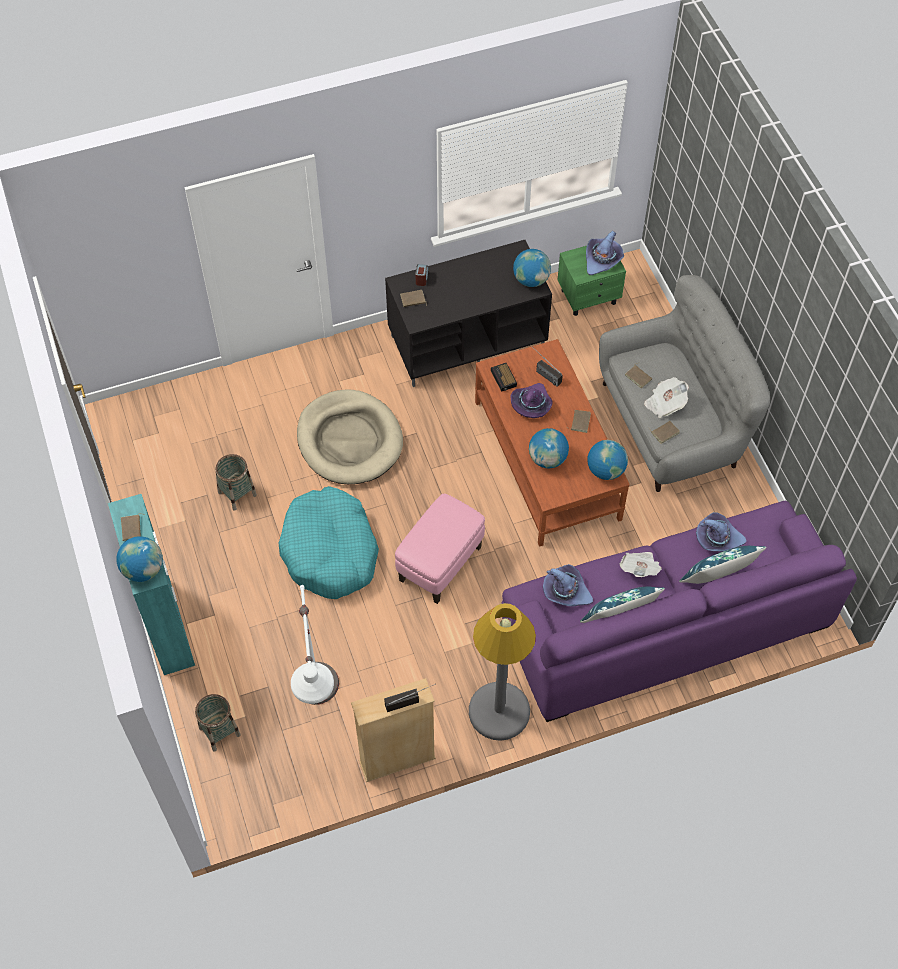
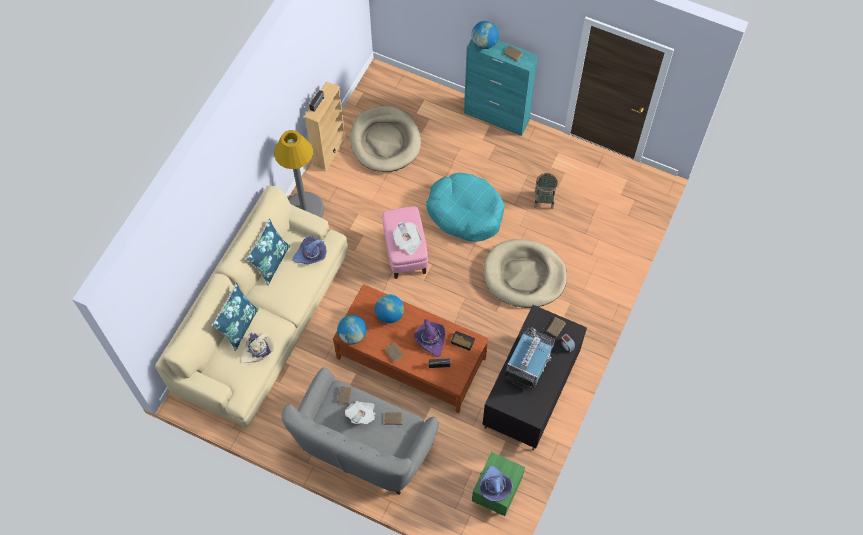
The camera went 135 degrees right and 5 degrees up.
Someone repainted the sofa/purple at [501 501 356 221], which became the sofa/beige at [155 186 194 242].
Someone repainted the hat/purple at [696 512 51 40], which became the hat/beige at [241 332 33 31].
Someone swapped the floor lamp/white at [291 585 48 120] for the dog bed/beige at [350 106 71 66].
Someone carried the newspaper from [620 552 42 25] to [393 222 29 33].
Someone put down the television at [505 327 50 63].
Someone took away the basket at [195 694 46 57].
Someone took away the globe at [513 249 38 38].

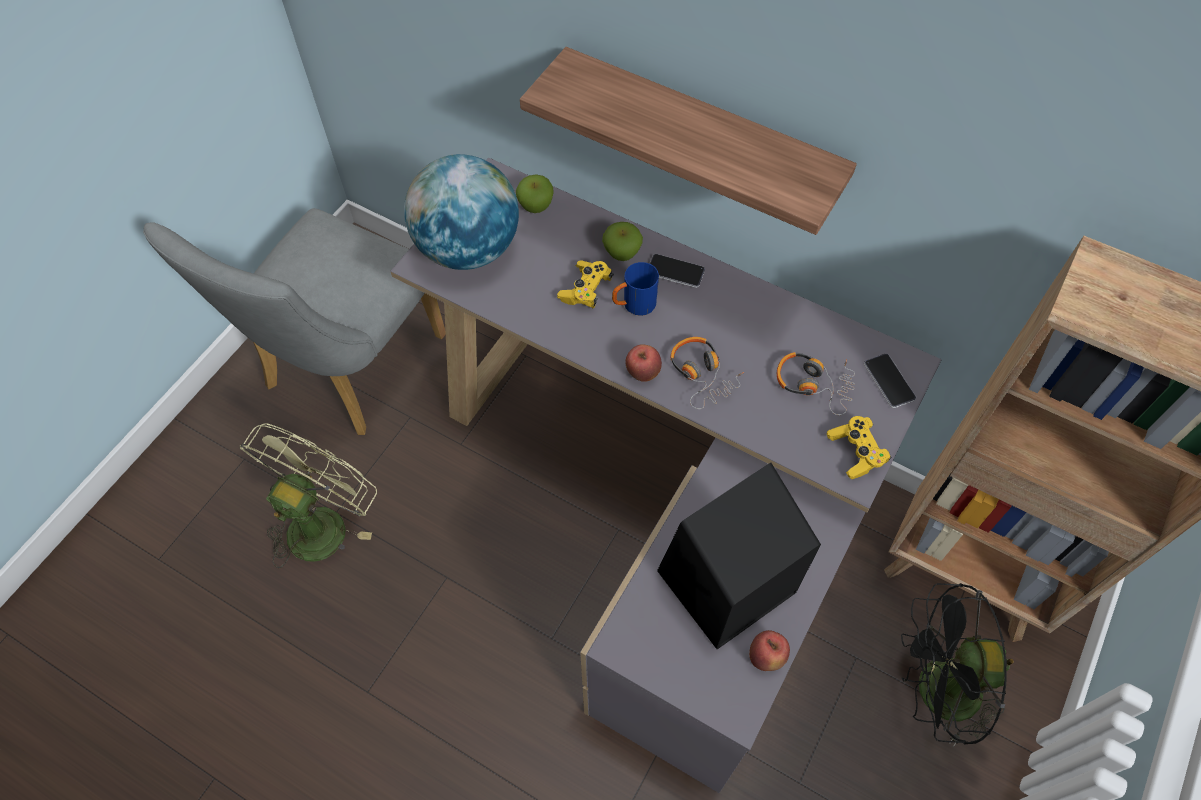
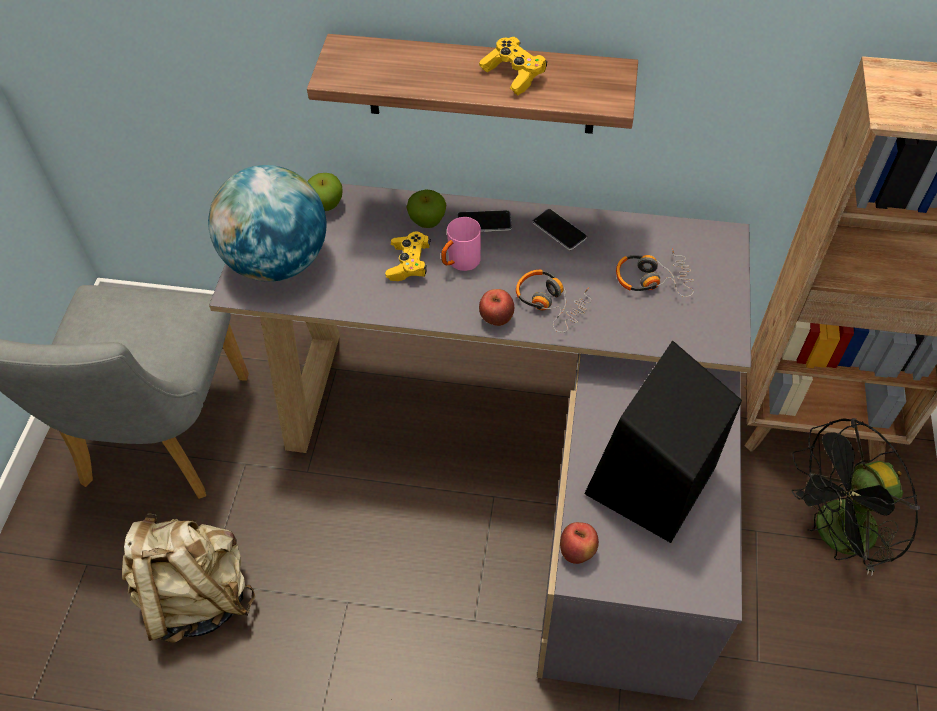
The camera went 20 degrees left and 5 degrees down.
Someone swapped the fan/green at [240 423 137 145] for the backpack/beige at [122 513 134 130].
Someone repainted the mug/blue at [612 262 47 54], which became the mug/pink at [441 217 40 54].
Someone carried the game controller/yellow from [827 416 64 63] to [479 37 68 58].
Someone carried the phone from [864 354 52 54] to [532 209 55 41].
Someone carried the apple from [749 630 41 41] to [560 522 39 42].

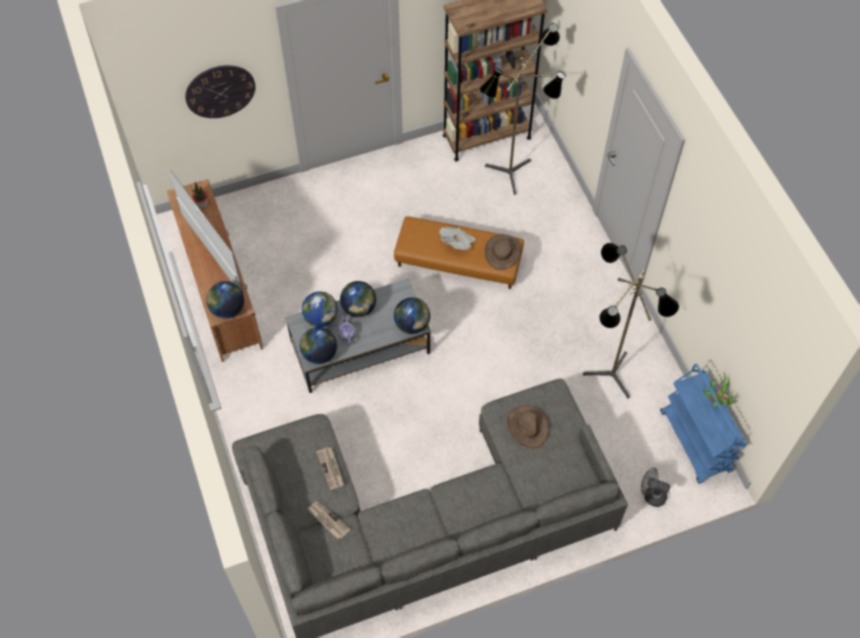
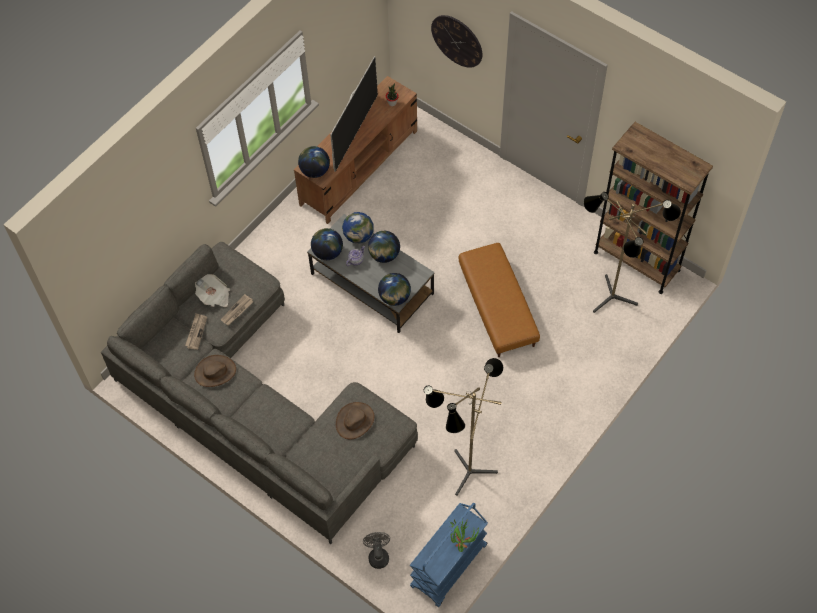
The camera went 60 degrees right and 0 degrees up.
Someone carried the hat/brown from [485 234 36 36] to [194 355 42 32].
Someone carried the newspaper from [439 227 37 23] to [195 274 35 33].

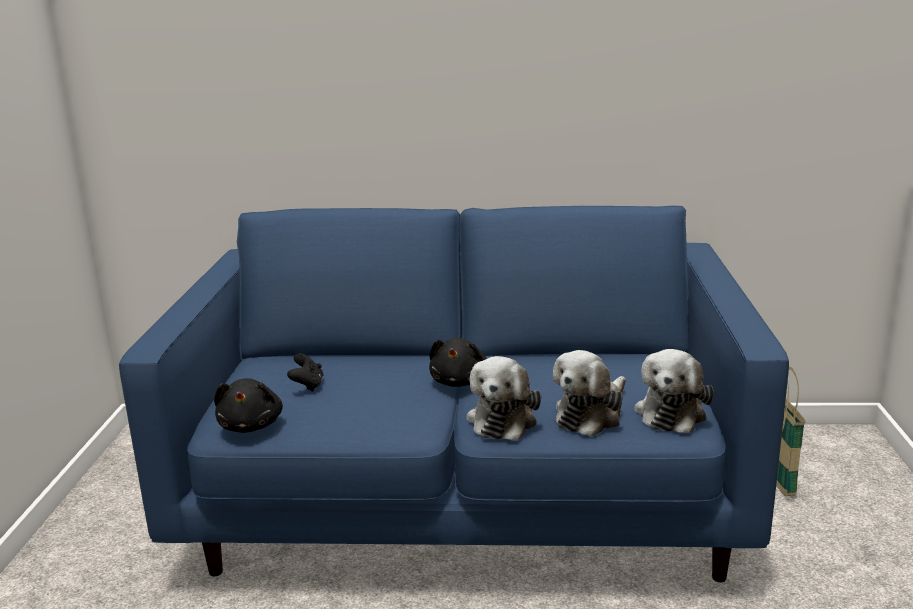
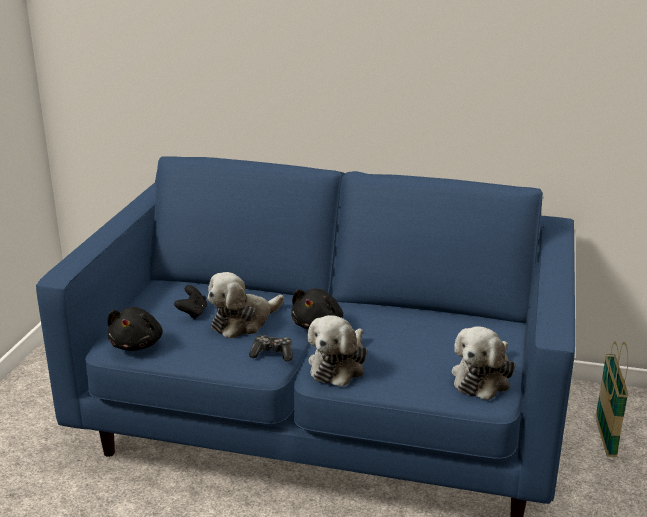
The camera went 10 degrees right and 5 degrees up.
Someone carried the plush toy from [553 350 73 87] to [208 272 76 67].
Someone put down the game controller at [249 335 44 26].

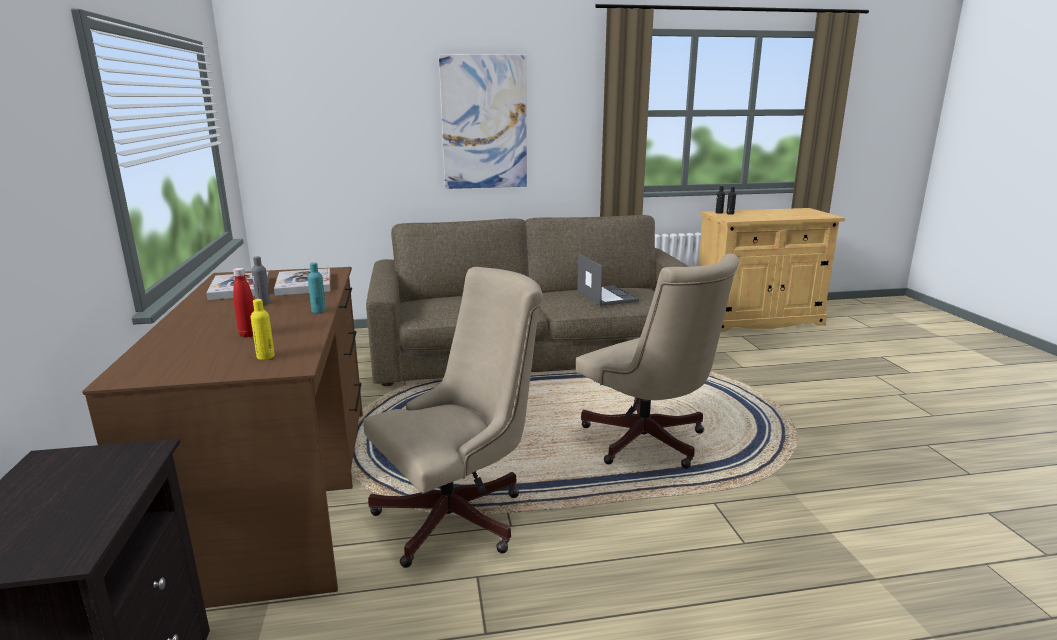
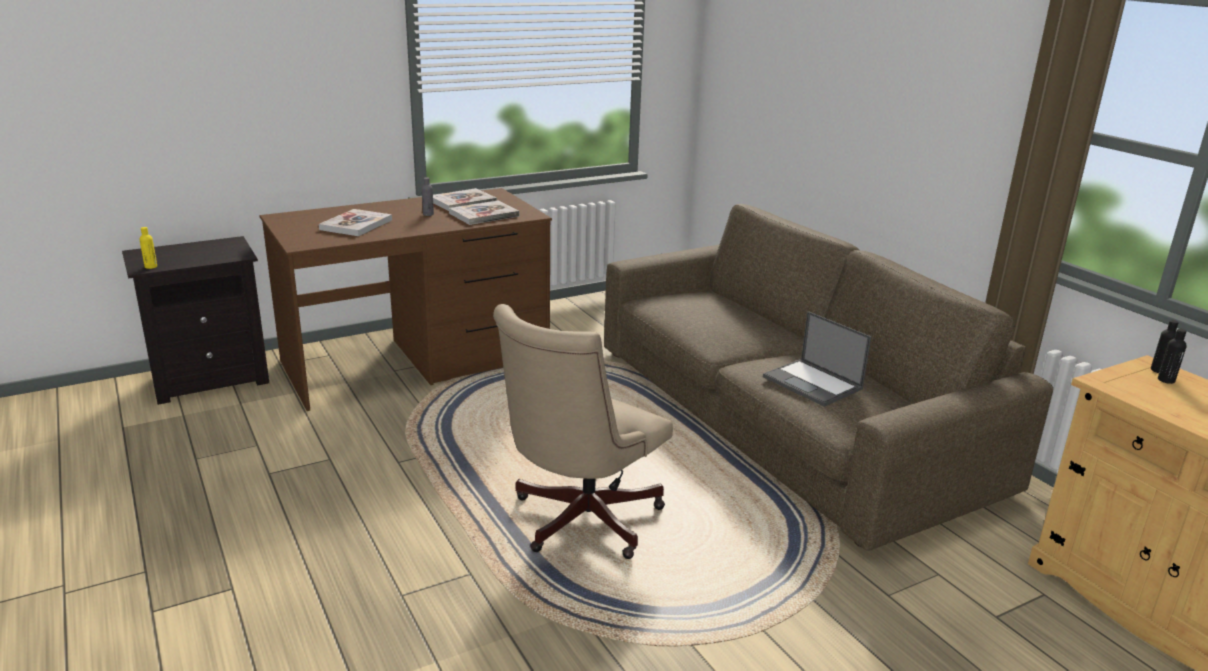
The camera went 70 degrees right and 5 degrees up.
Someone carried the bottle/yellow from [251 299 24 61] to [139 227 18 42].
Someone swapped the bottle/red at [233 268 21 69] for the book at [319 209 73 27].
Someone rotated the laptop at [577 253 62 53] by 90 degrees clockwise.
Someone took away the bottle/turquoise at [308 263 18 50].
Someone took away the office chair/beige at [363 267 180 301].
Someone took away the picture at [439 54 88 135].

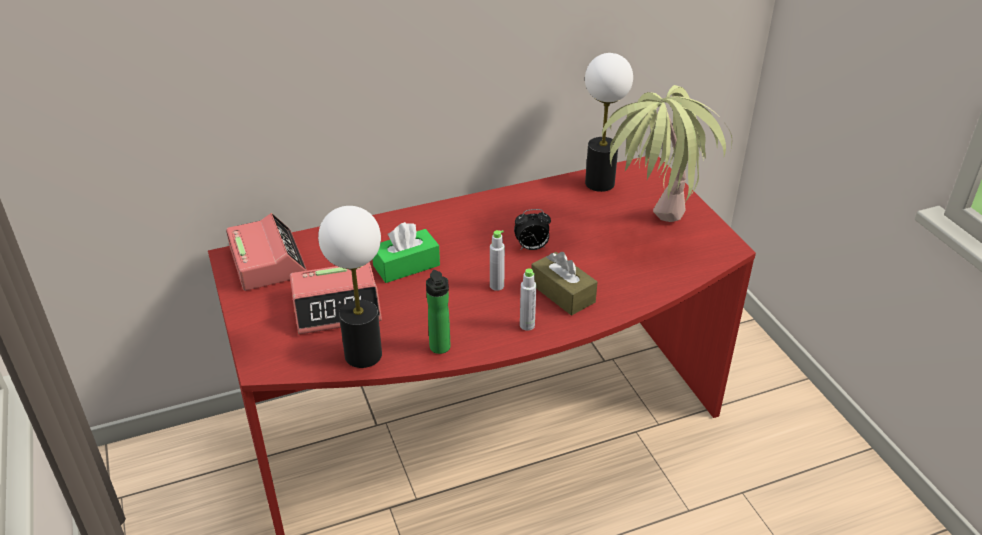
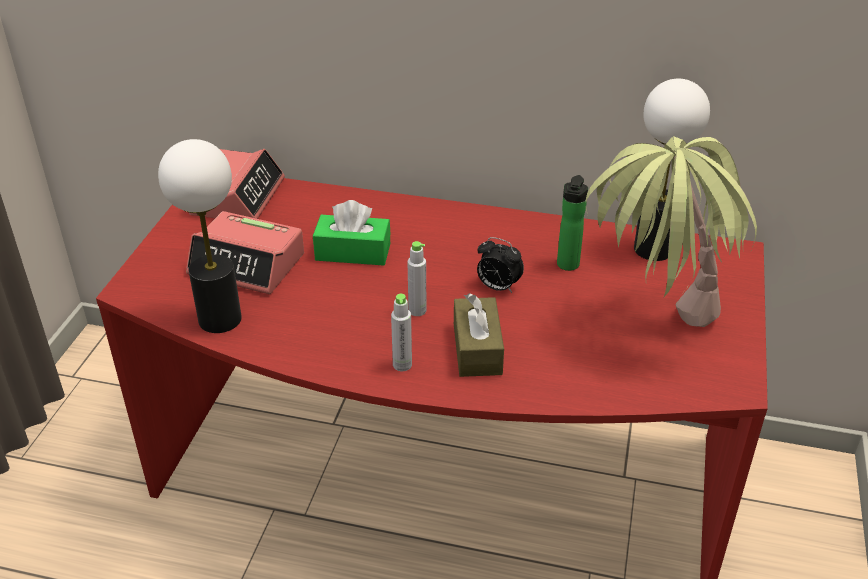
The camera went 35 degrees right and 0 degrees up.
Someone carried the bottle from [426 270 25 84] to [557 175 31 96].

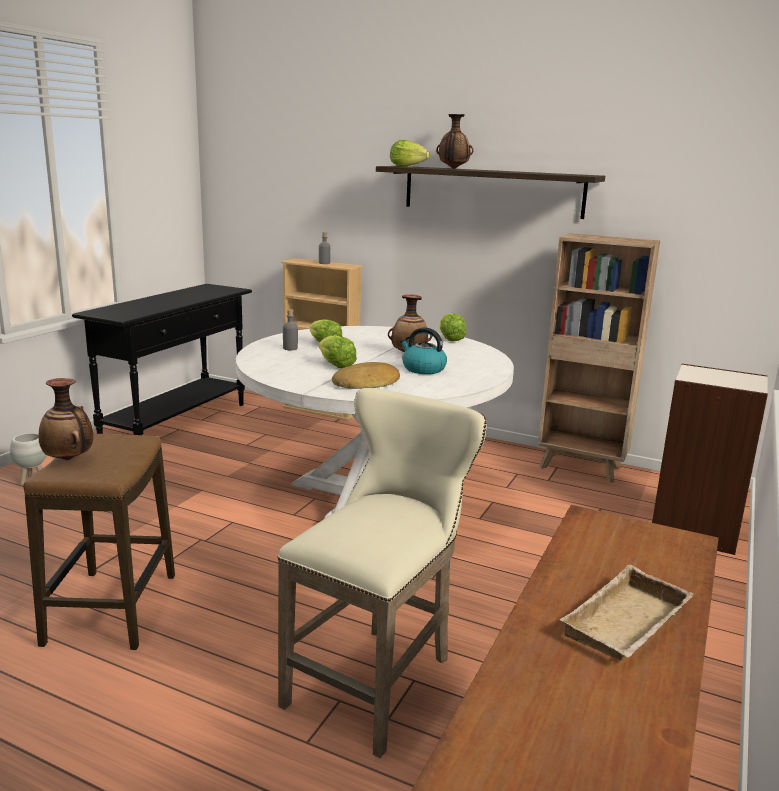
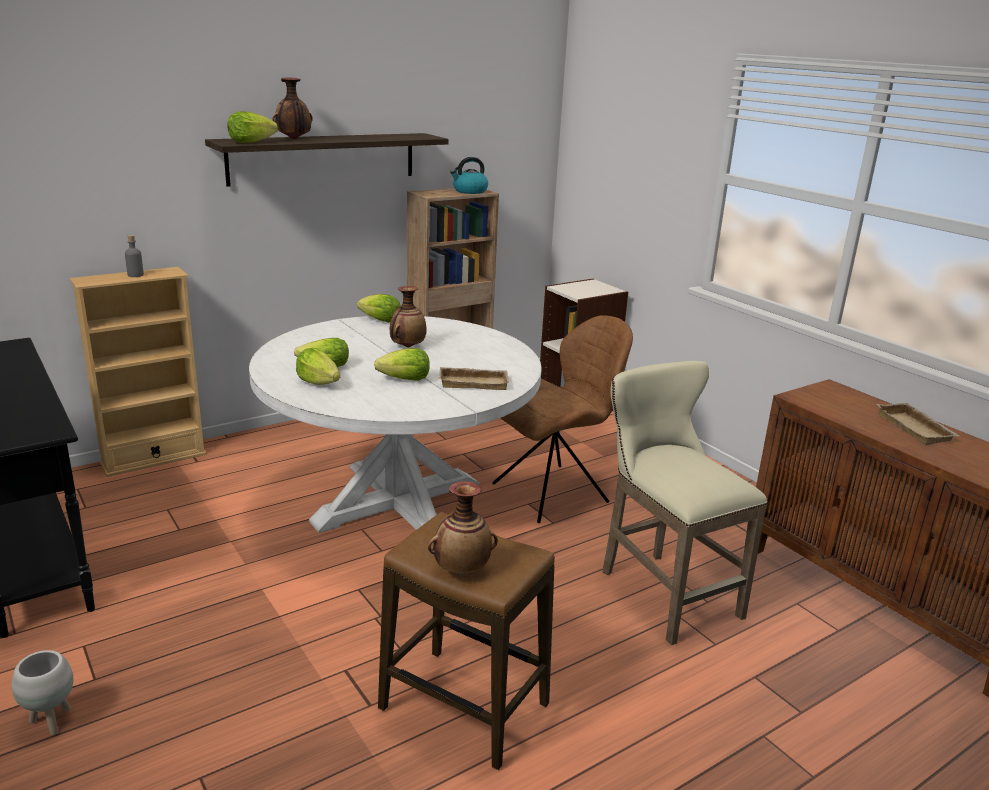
The camera went 60 degrees left and 5 degrees up.
Someone swapped the bottle/grey at [283 309 15 41] for the lettuce at [296 348 44 37].
Someone swapped the bread at [332 362 68 27] for the tray/beige at [439 367 70 23].
Someone carried the kettle from [400 327 47 47] to [450 157 38 37].
Someone put down the chair/brown at [492 315 141 208].

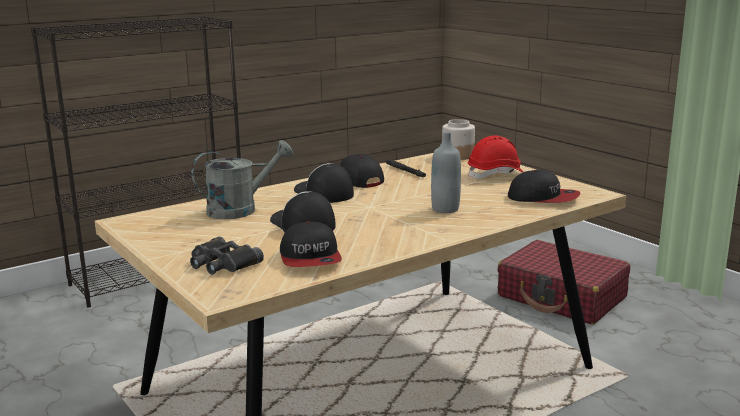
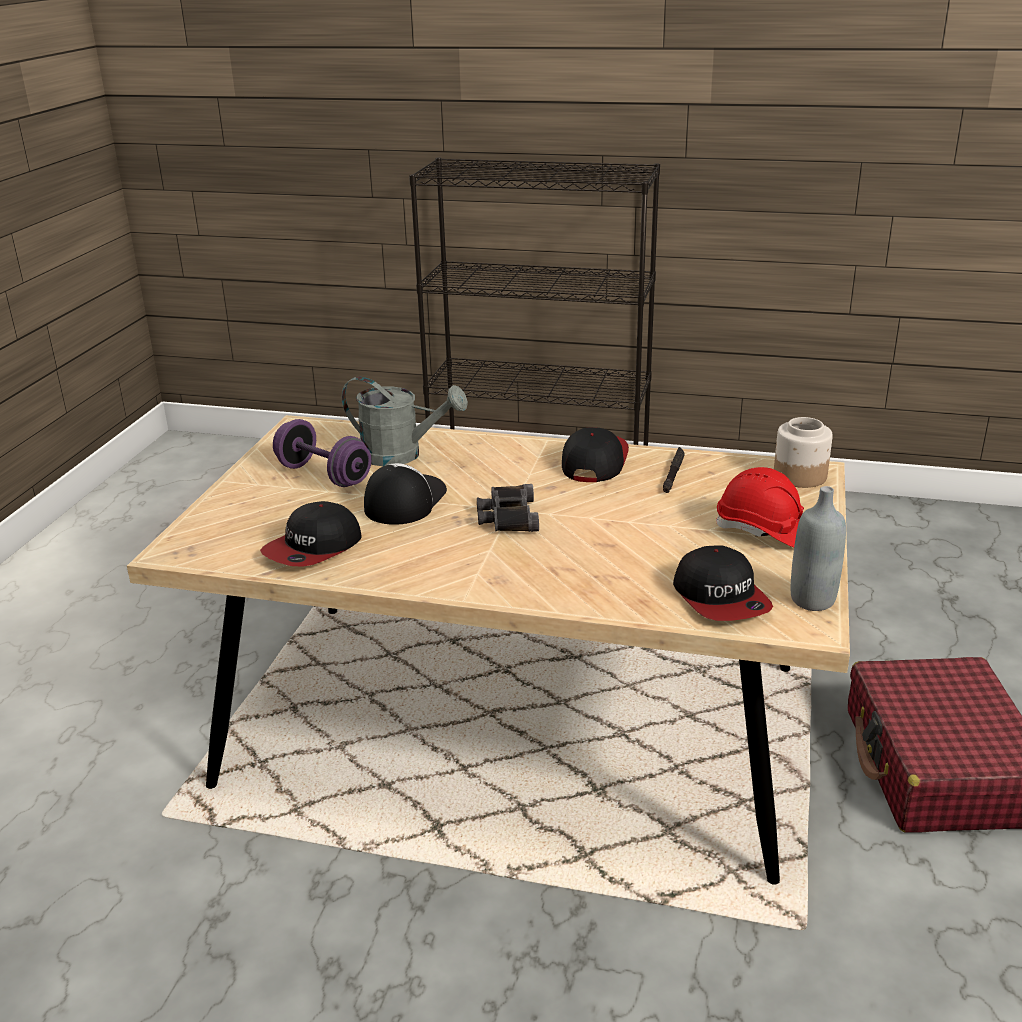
The camera went 50 degrees right and 10 degrees up.
Someone put down the dumbbell/purple at [273 419 98 68].
Someone carried the binoculars/black from [190 236 74 39] to [477 484 62 48].
Someone carried the bottle/grey from [431 131 30 82] to [791 486 55 125].
Someone took away the cap at [294 163 60 40].

